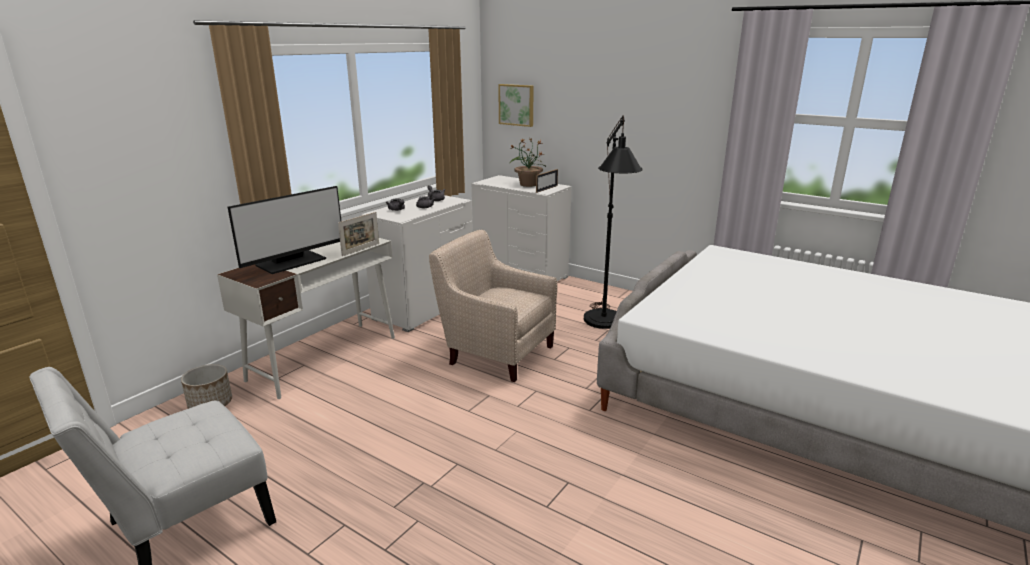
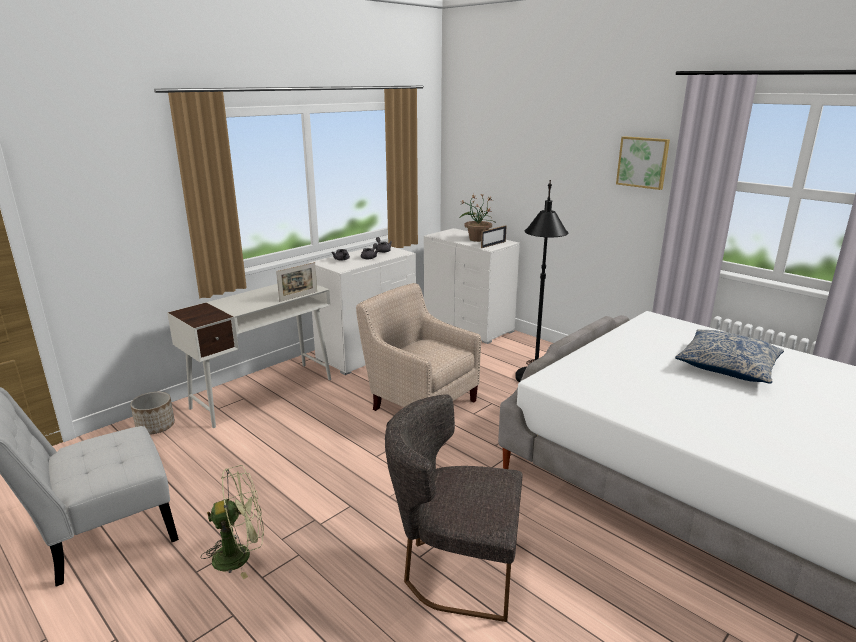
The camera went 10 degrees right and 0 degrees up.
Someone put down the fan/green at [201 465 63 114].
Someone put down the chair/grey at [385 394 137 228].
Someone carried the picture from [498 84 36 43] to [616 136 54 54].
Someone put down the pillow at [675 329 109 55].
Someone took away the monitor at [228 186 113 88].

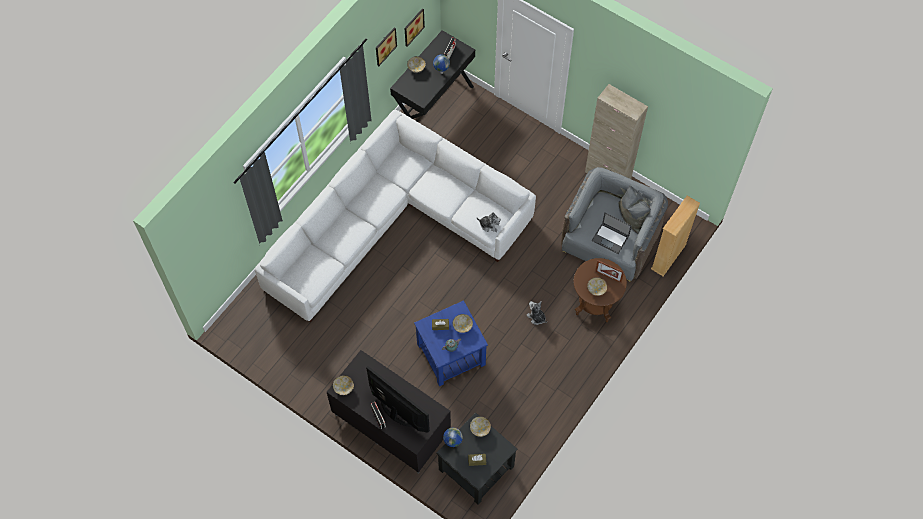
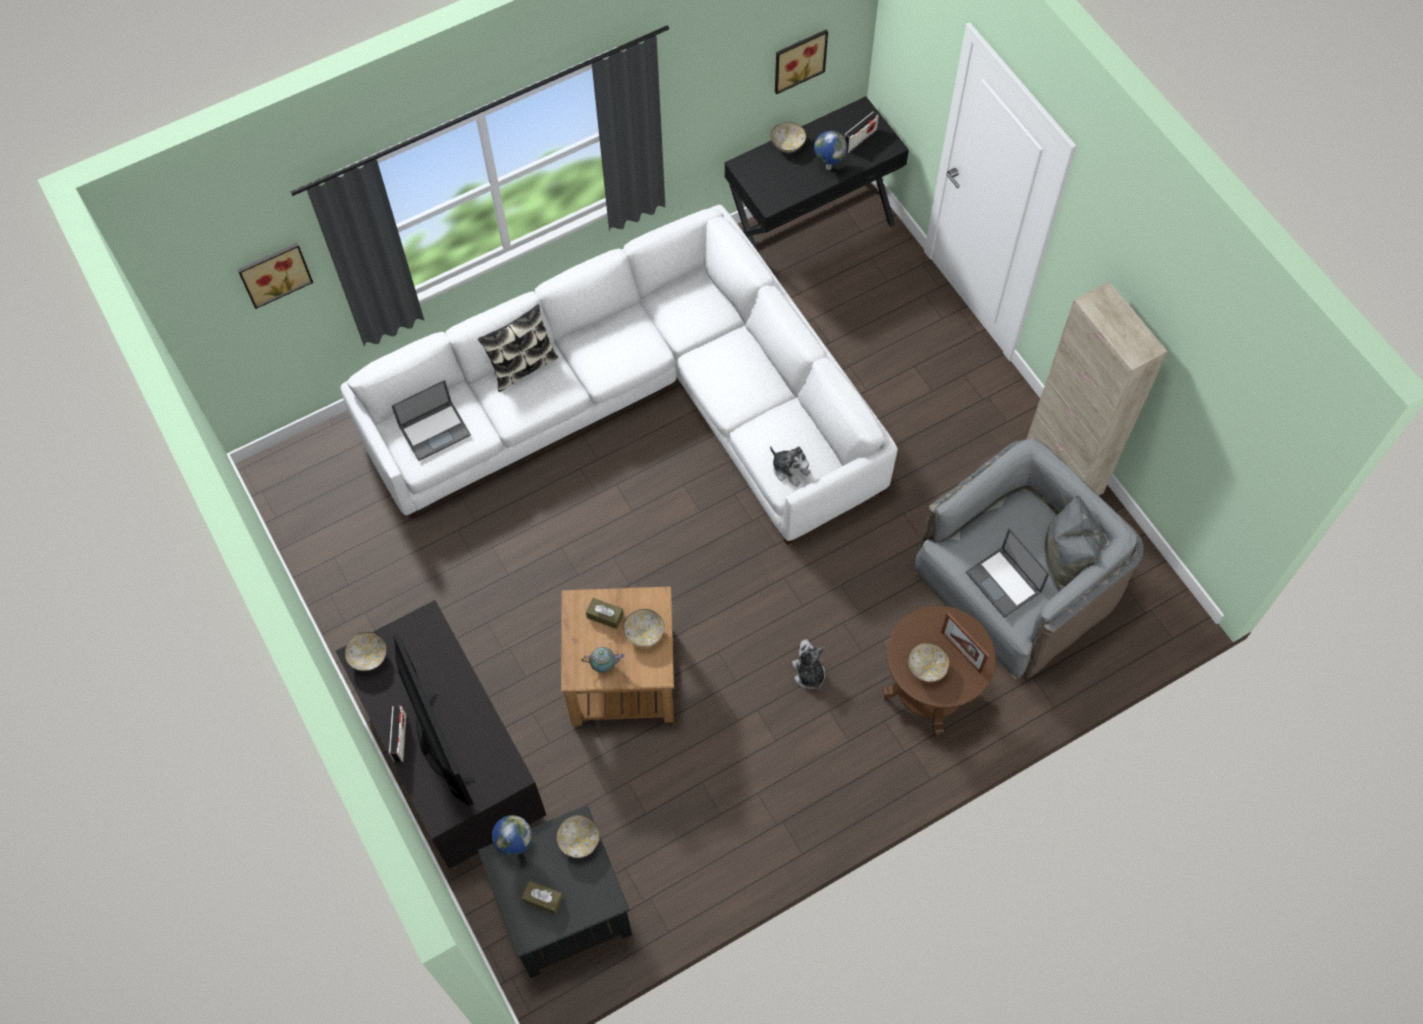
The camera went 25 degrees right and 0 degrees up.
Someone carried the picture from [376 27 21 39] to [238 243 75 66].
Someone put down the laptop at [391 380 80 81].
Someone put down the pillow at [478 304 81 88].
Someone repainted the side table/blue at [414 300 74 86], which became the side table/brown at [561 586 113 140].
Someone took away the bookcase/beige at [651 196 49 80].

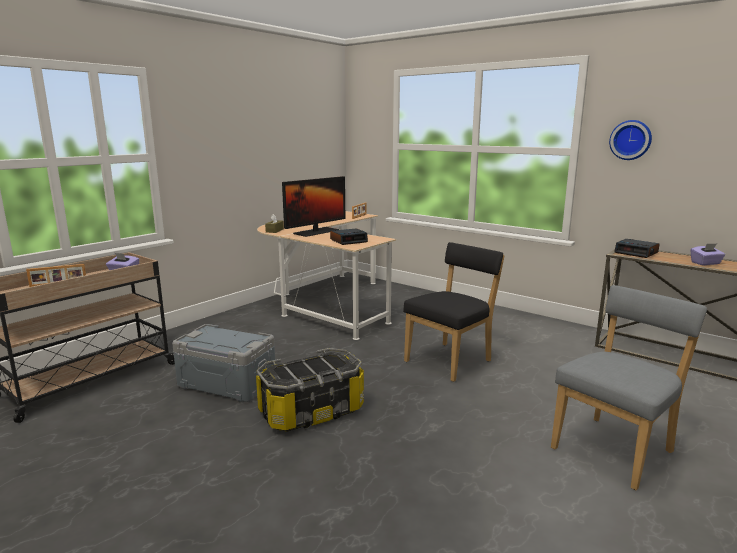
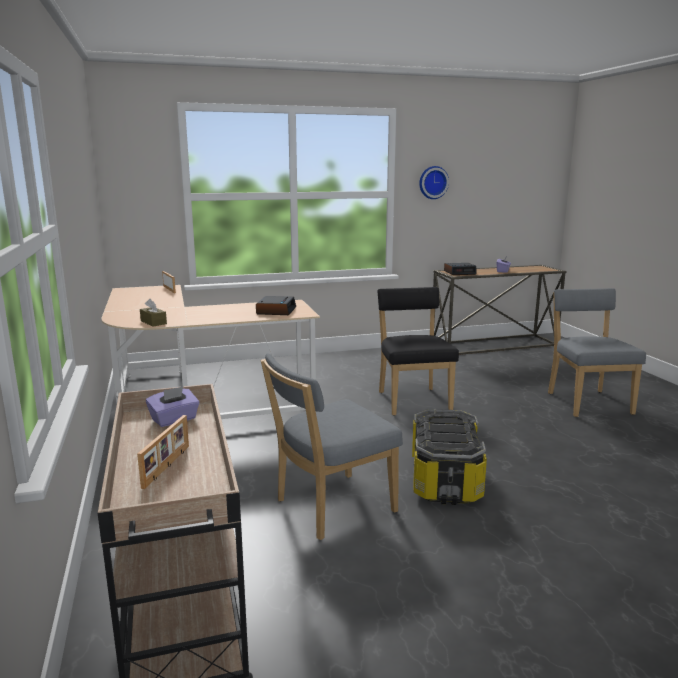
The camera went 55 degrees left and 0 degrees up.
Someone swapped the storage box/grey at [172 324 103 78] for the chair/grey at [261 353 142 187].
Someone took away the monitor at [282 176 63 61].

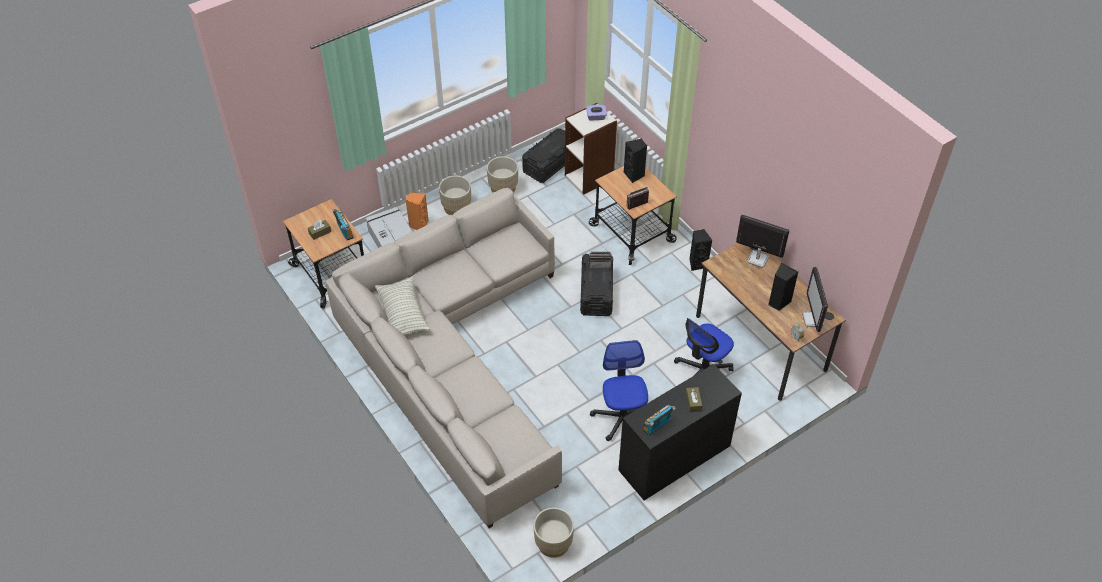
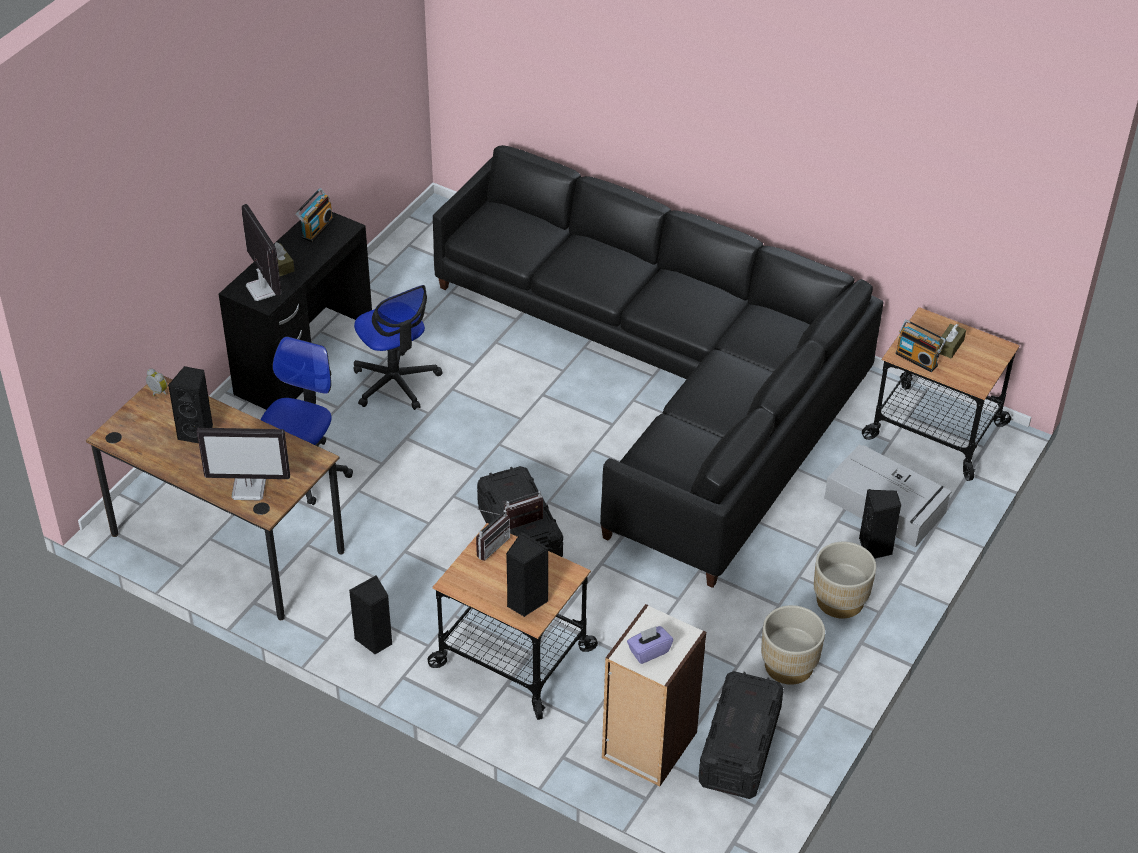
The camera went 155 degrees right and 5 degrees down.
Someone carried the monitor from [802 267 26 65] to [242 204 39 97].
Someone repainted the sofa/beige at [325 188 237 340], which became the sofa/black at [433 145 451 443].
Someone repainted the speaker/orange at [405 192 24 38], which became the speaker/black at [859 489 42 70].
Someone took away the pillow at [375 277 55 58].
Someone took away the planter/beige at [534 507 40 51].

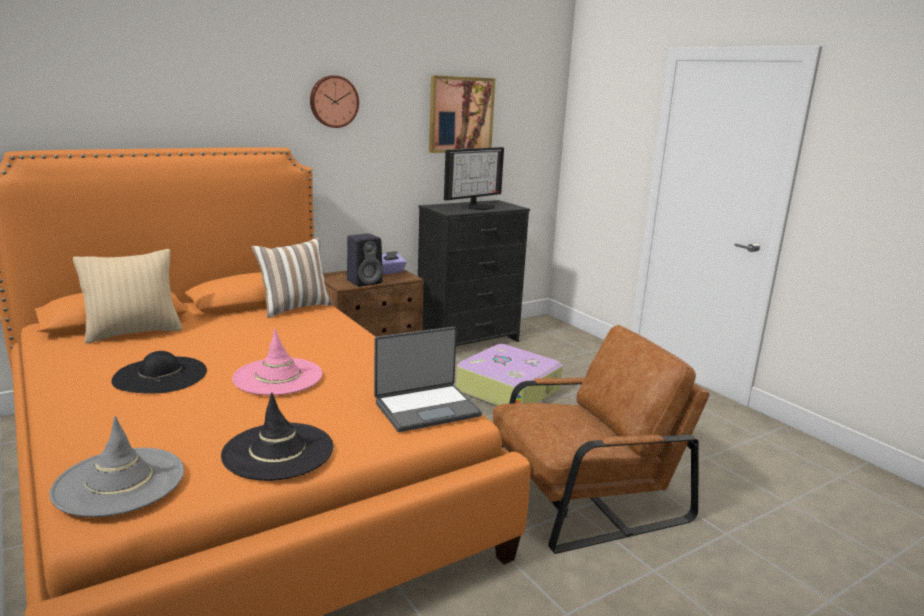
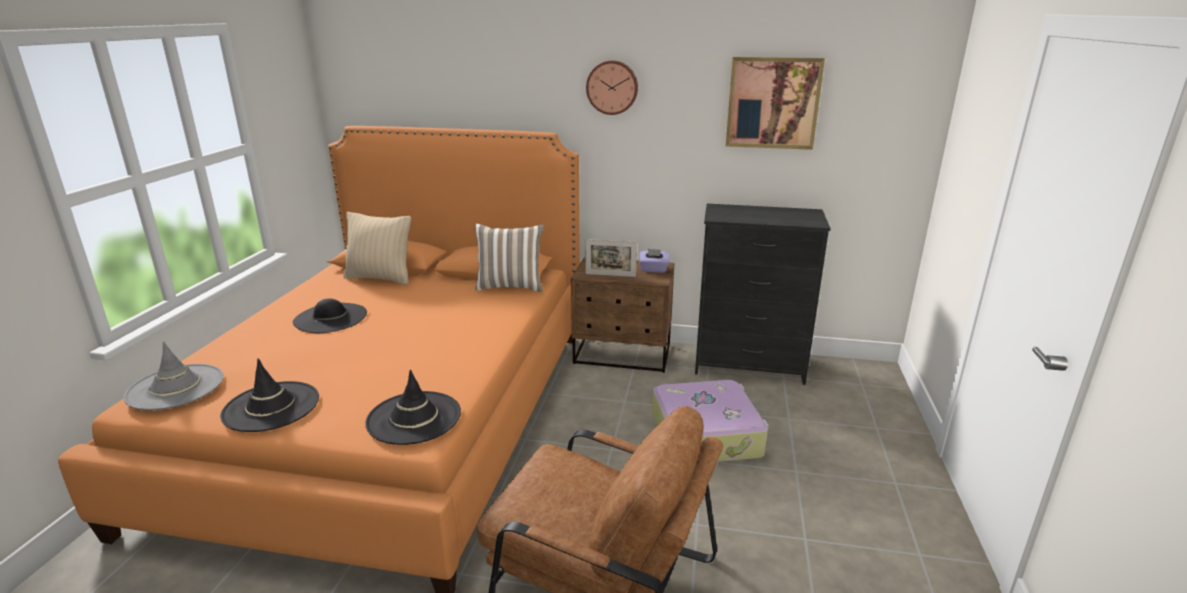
The camera went 45 degrees right and 5 degrees up.
Someone swapped the laptop at [374 327 108 105] for the hat/black at [365 369 96 76].
Someone swapped the speaker/black at [347 233 36 54] for the picture frame at [585 239 52 38].
Someone took away the hat/pink at [232 328 91 67].
Someone took away the monitor at [444 147 60 63].

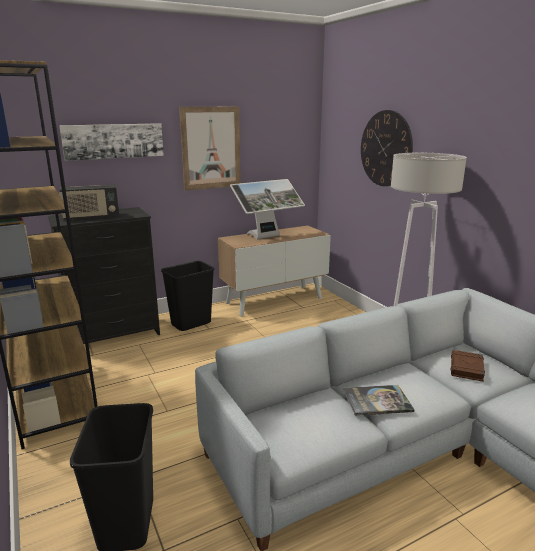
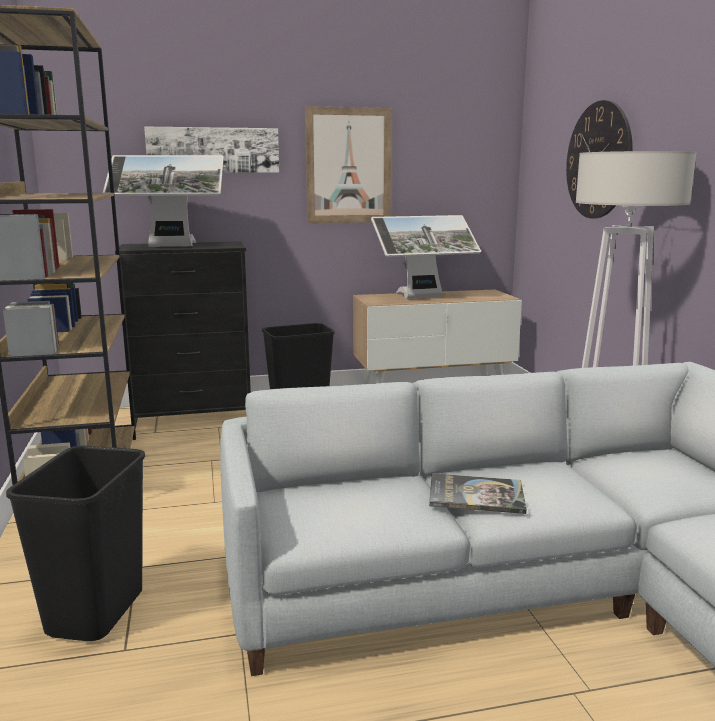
The camera went 15 degrees right and 5 degrees down.
Someone swapped the radio at [59 185 60 35] for the monitor at [103 155 121 92].
Someone took away the book/brown at [451 350 34 32].

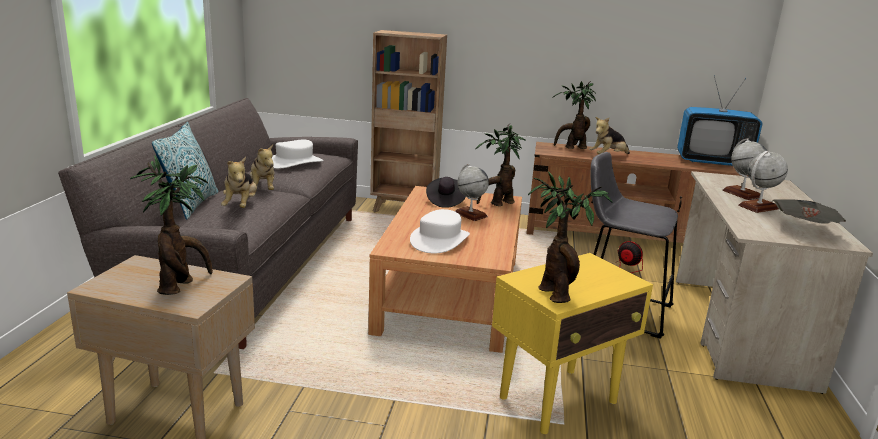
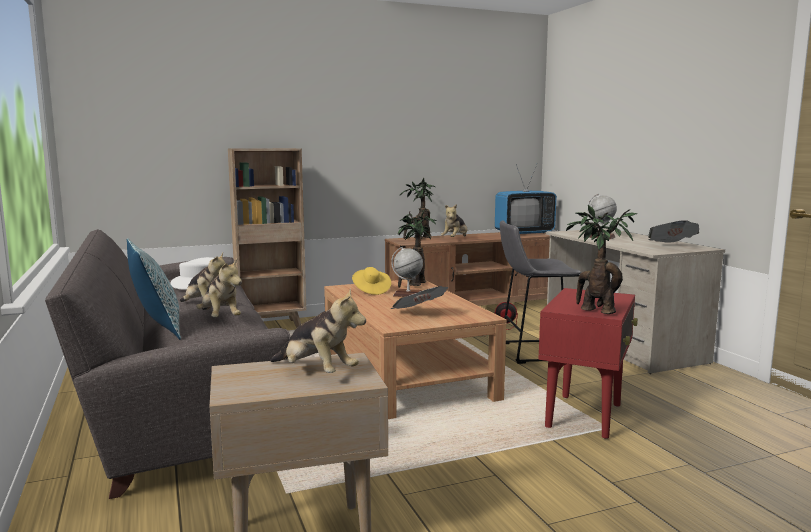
The camera went 30 degrees left and 10 degrees down.
Someone swapped the potted plant at [130 155 83 140] for the plush toy at [270 288 96 85].
Someone repainted the hat/black at [426 177 40 31], which became the hat/yellow at [352 267 39 28].
Someone swapped the hat/white at [410 209 60 44] for the newspaper at [390 286 58 23].
Someone repainted the side table/yellow at [492 253 161 181], which became the side table/red at [538 288 100 151].
Someone took away the globe at [738 151 50 62].

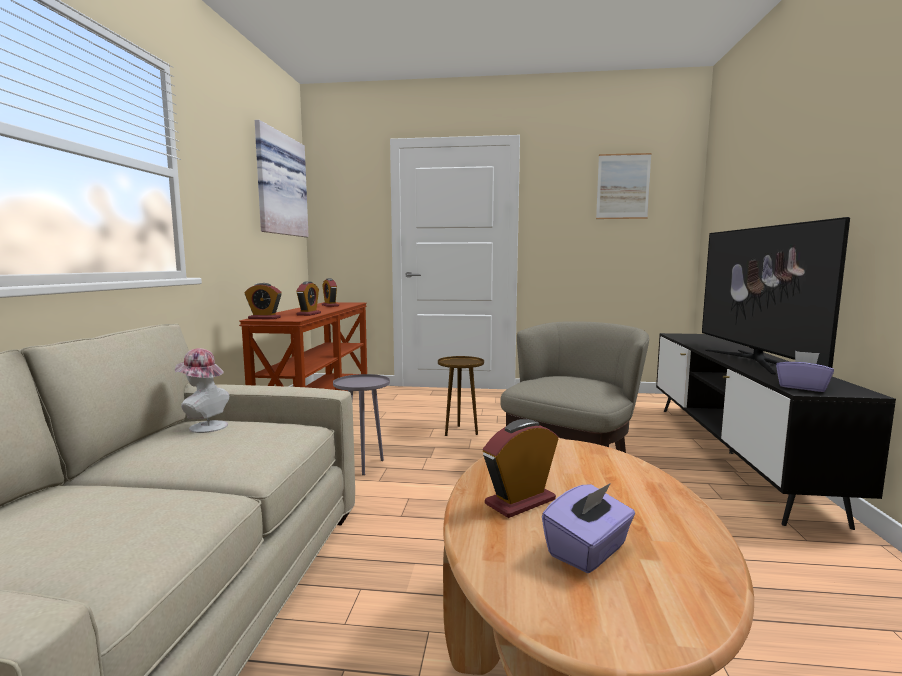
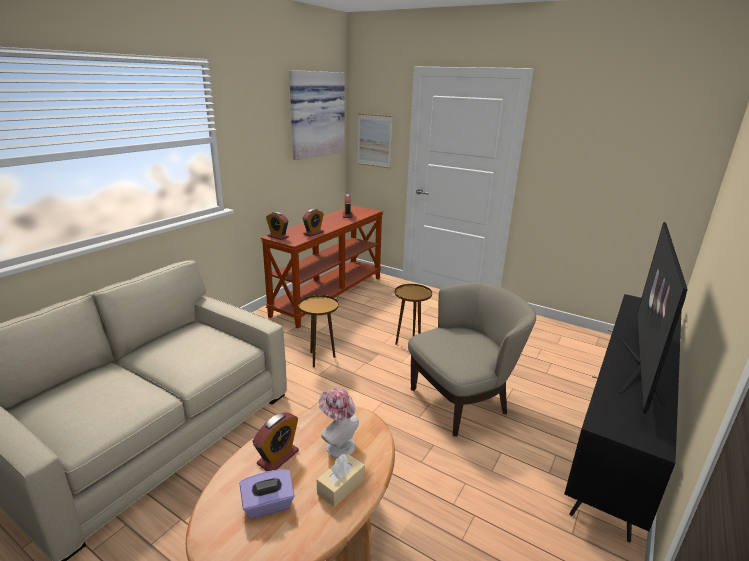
The camera went 25 degrees right and 15 degrees up.
Someone rotated the alarm clock at [483 419 76 99] by 135 degrees clockwise.
Someone repainted the side table/grey at [333 374 57 101], which became the side table/brown at [298 295 41 72].
Someone put down the tissue box/beige at [317 454 48 53].
Someone carried the hat from [175 348 54 85] to [319 387 40 71].
Someone carried the picture from [596 153 55 66] to [357 113 36 55].
Someone took away the tissue box/purple at [776 351 58 41].

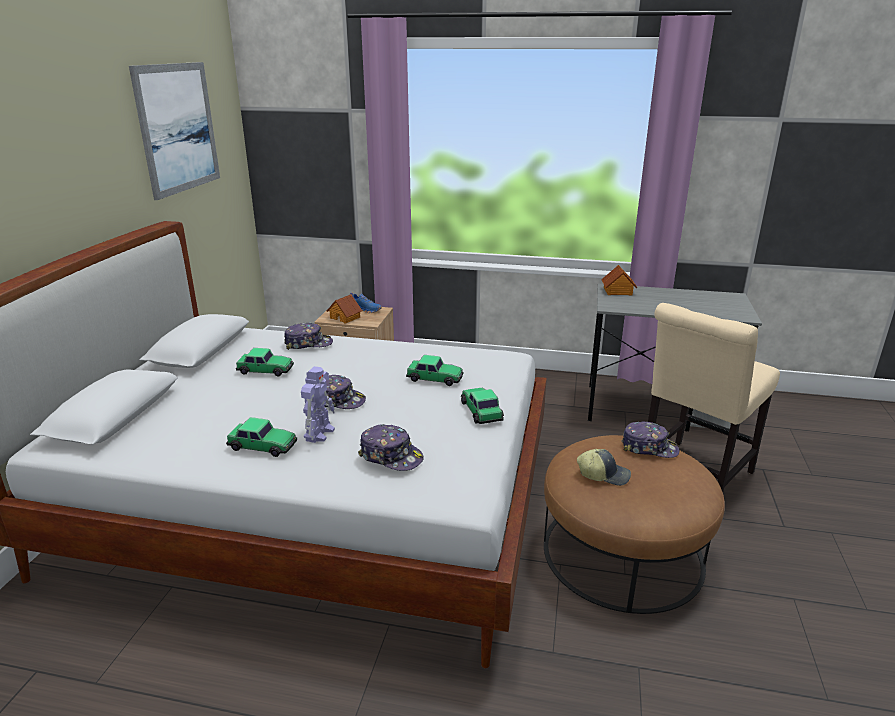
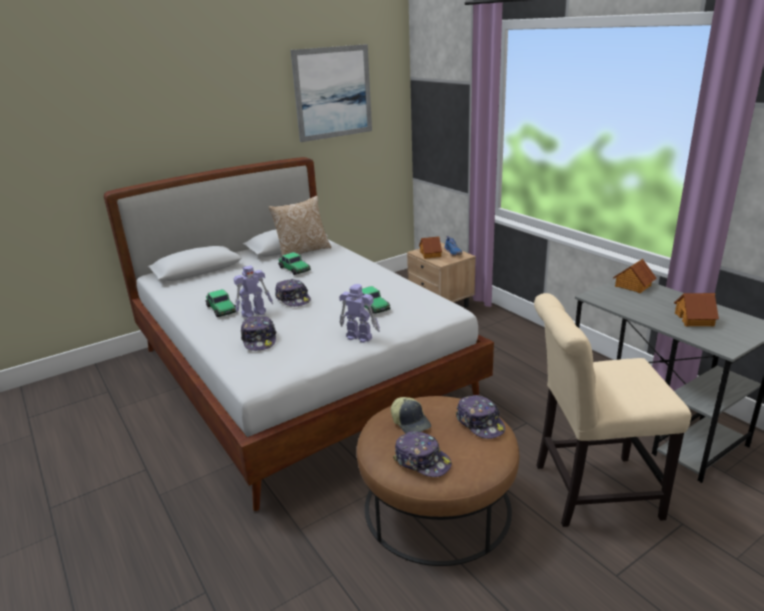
The camera went 45 degrees right and 0 degrees up.
Someone put down the pillow at [269 196 62 59].
Someone swapped the toy car at [461 388 43 36] for the toy robot at [339 284 41 59].
Someone carried the cap from [284 323 49 27] to [393 431 59 46].
Someone put down the toy house at [674 293 45 33].

